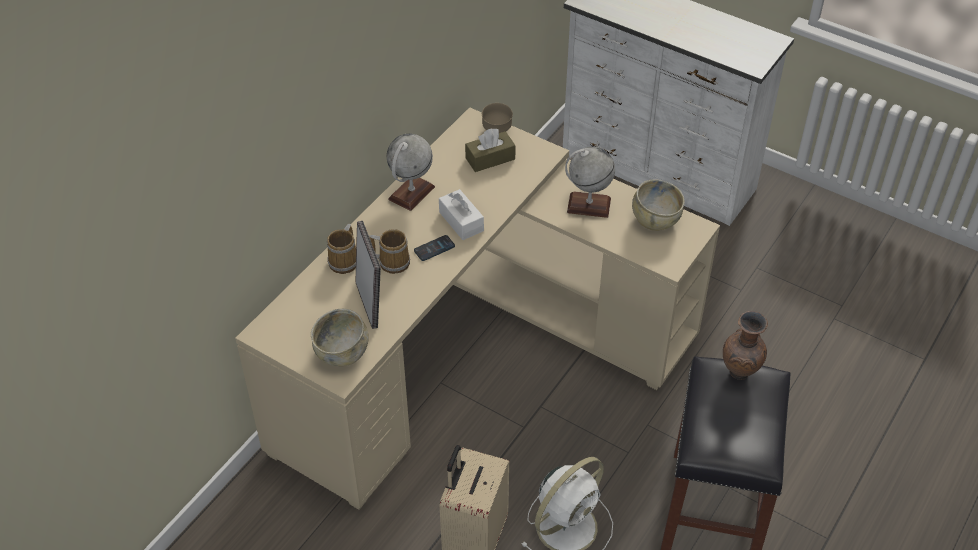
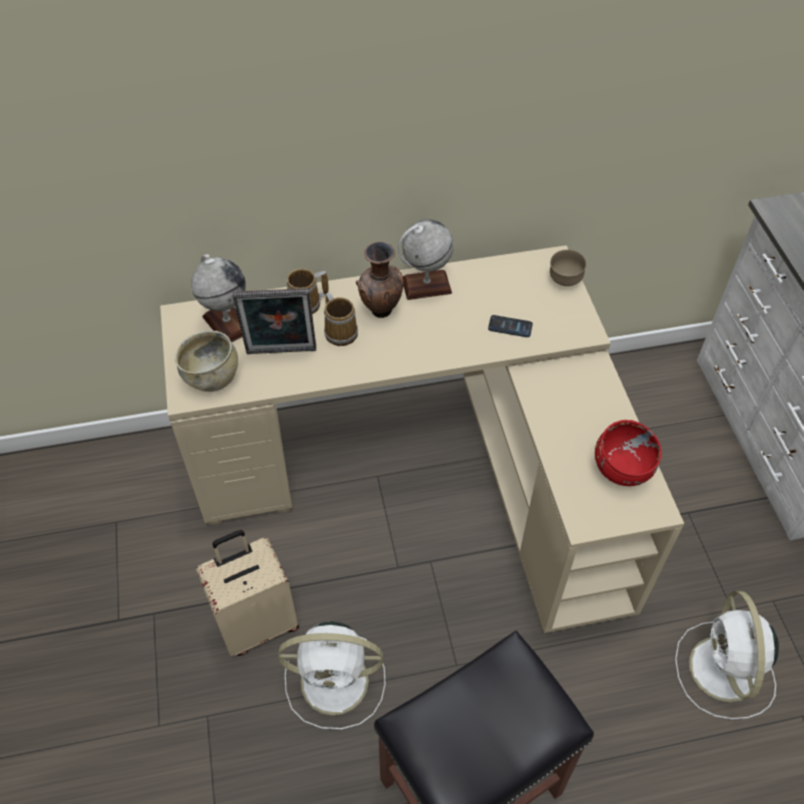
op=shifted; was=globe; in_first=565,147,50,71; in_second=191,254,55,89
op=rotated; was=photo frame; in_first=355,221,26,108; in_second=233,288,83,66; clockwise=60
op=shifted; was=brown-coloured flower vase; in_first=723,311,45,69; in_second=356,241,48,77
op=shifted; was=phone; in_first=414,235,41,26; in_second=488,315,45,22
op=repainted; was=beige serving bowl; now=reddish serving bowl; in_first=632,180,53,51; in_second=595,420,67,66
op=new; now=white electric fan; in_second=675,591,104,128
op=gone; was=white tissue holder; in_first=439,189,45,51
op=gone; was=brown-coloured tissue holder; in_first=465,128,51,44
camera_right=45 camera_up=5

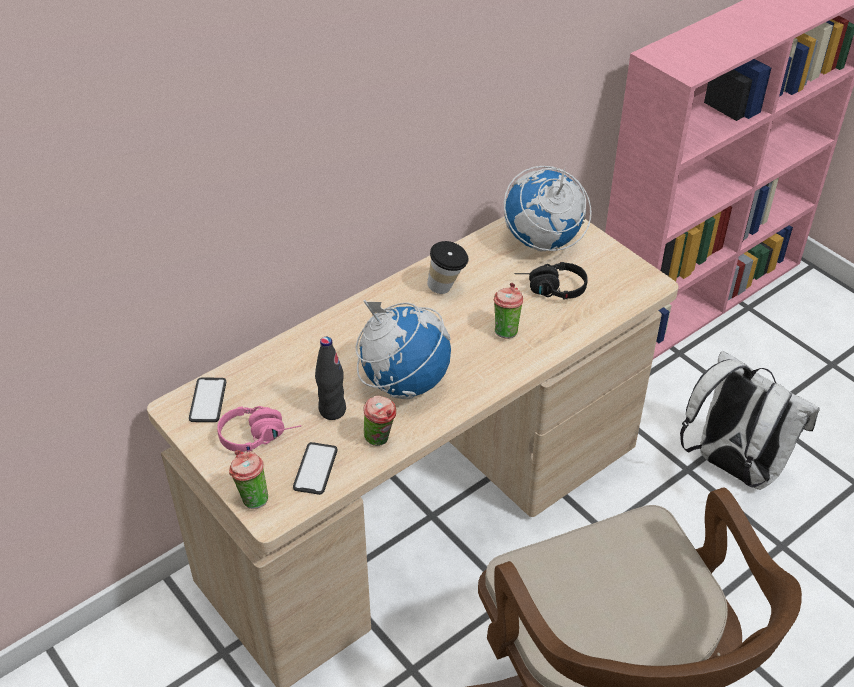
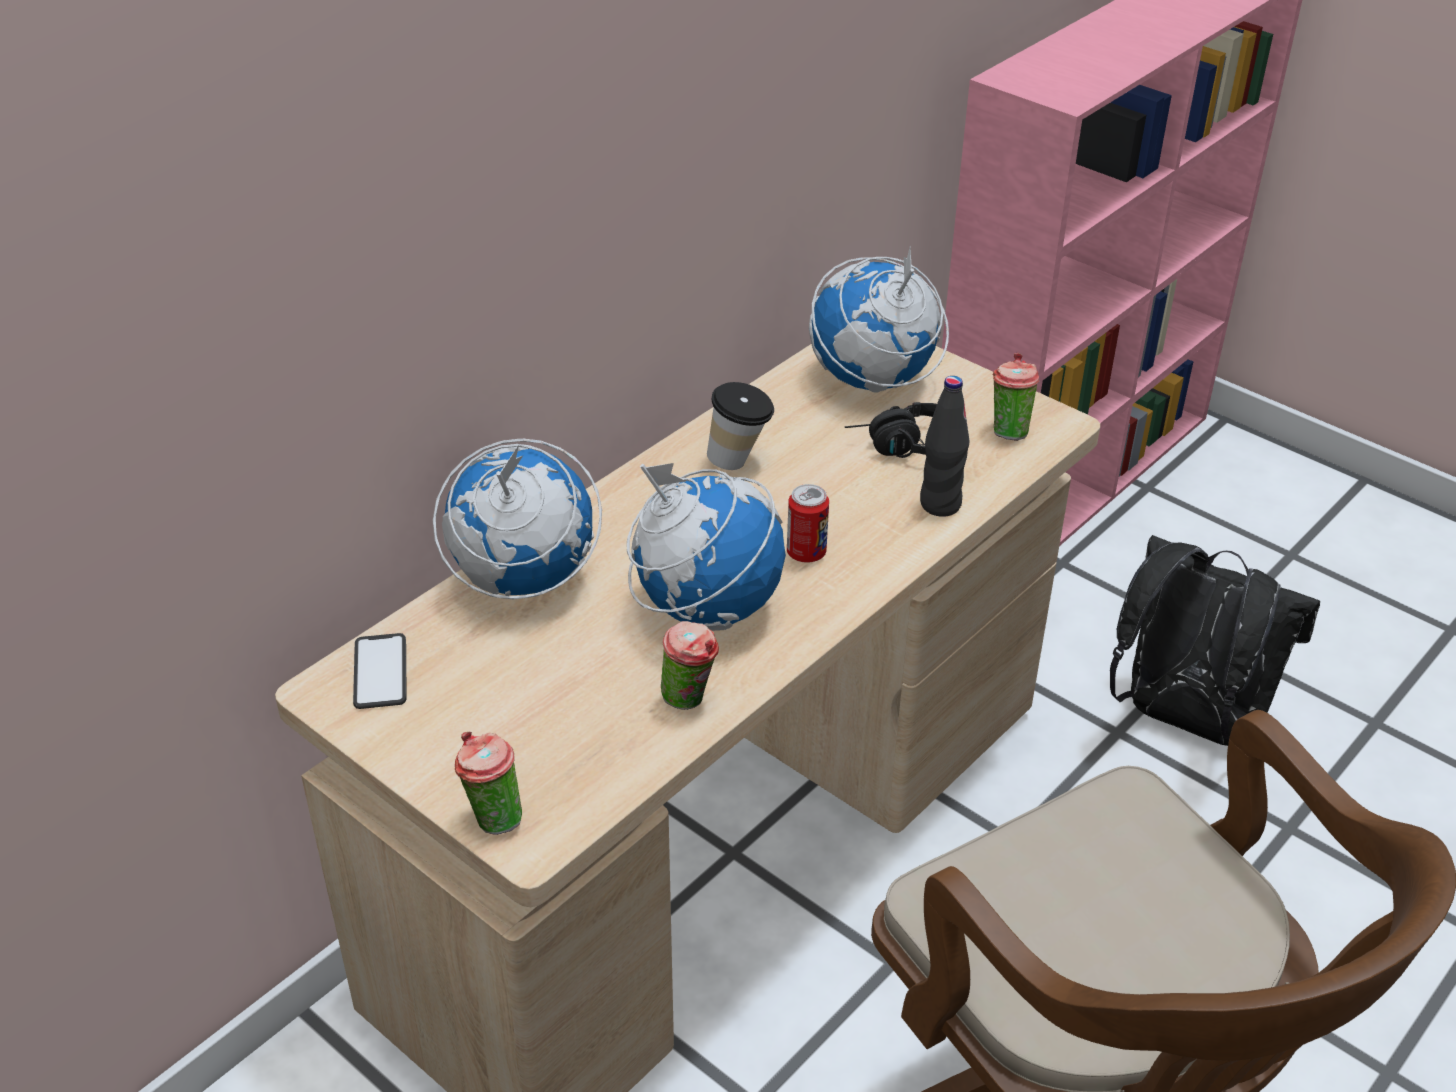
op=new; now=globe; in_second=433,439,169,160
op=new; now=sealed can; in_second=787,484,42,79
op=shifted; was=black drink bottle; in_first=315,337,31,83; in_second=920,376,50,141
op=shifted; was=cup; in_first=493,283,30,56; in_second=993,353,46,88
op=repainted; was=white knapsack; now=black knapsack; in_first=680,351,140,139; in_second=1110,535,210,211
op=gone; was=pink-coloured pair of headphones; in_first=217,406,84,46
op=gone; was=phone; in_first=293,442,44,53
camera_right=-10 camera_up=-5

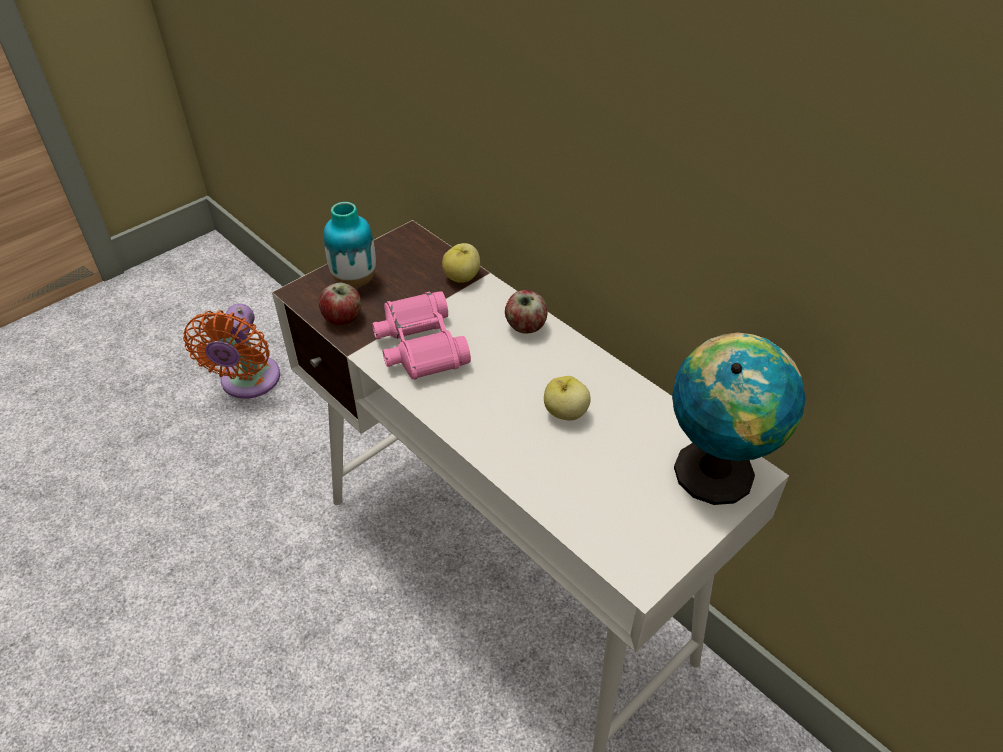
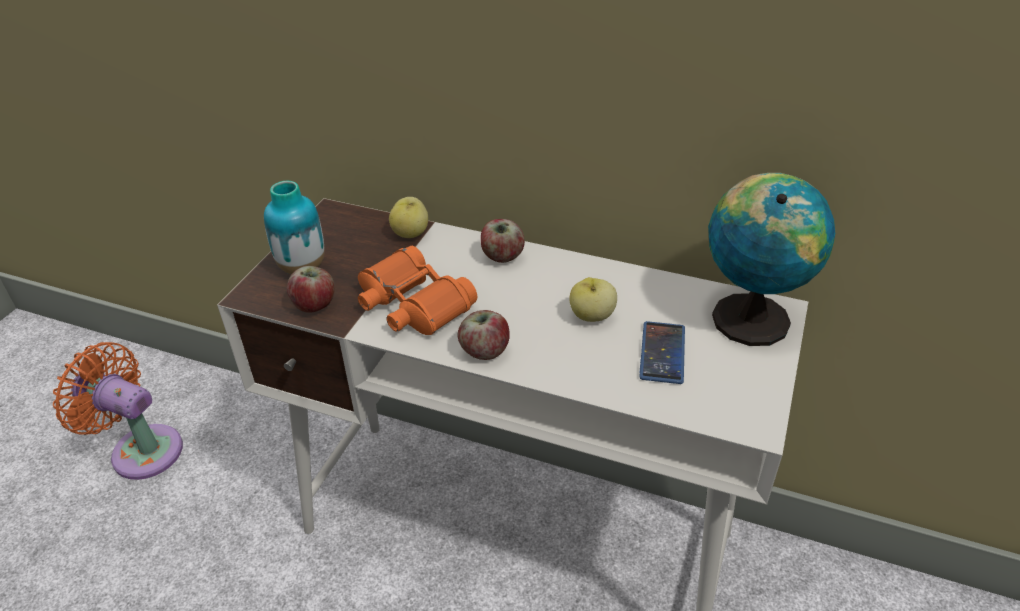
op=rotated; was=orange electric fan; in_first=183,304,97,95; in_second=53,342,130,138; clockwise=135
op=repainted; was=pink-coloured pair of binoculars; now=orange pair of binoculars; in_first=372,291,99,89; in_second=358,246,119,89
op=new; now=whole apple; in_second=458,310,52,50
op=new; now=phone; in_second=639,321,46,63
camera_right=-25 camera_up=-5

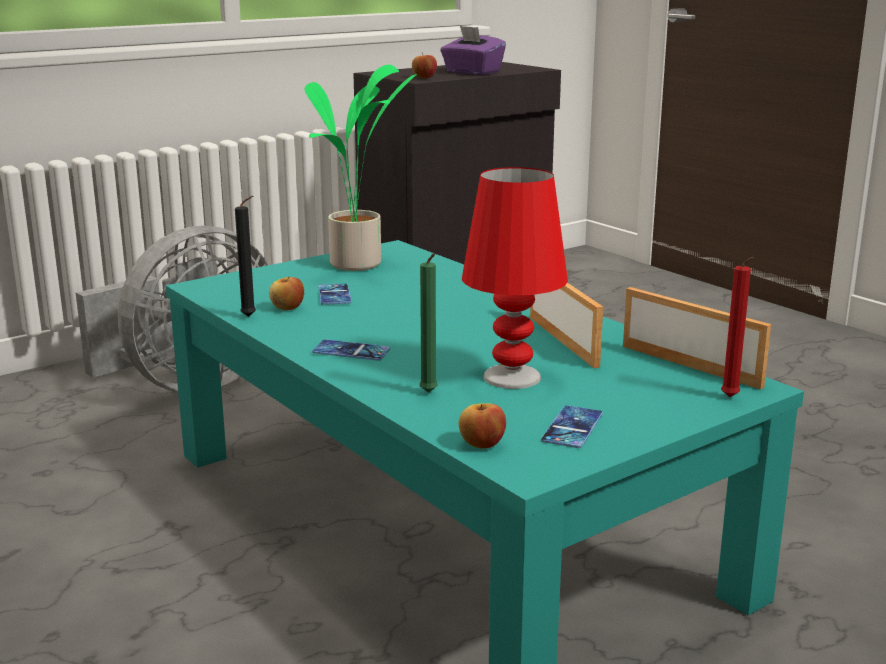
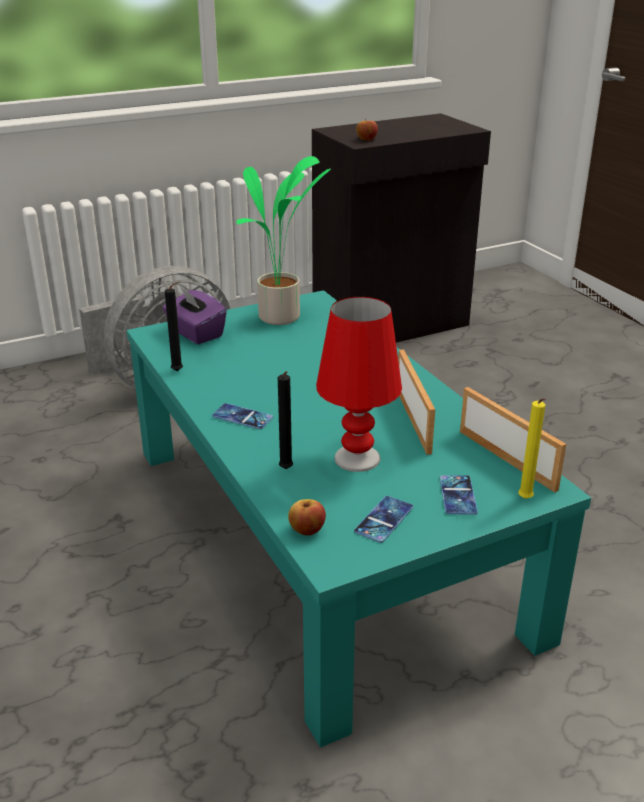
op=shifted; was=purplish tissue holder; in_first=441,26,65,49; in_second=163,287,64,57
op=repainted; was=green-coloured wax light; now=black wax light; in_first=419,253,19,140; in_second=278,371,15,98
op=shifted; was=phone; in_first=318,284,34,21; in_second=440,475,38,40
op=repainted; was=reddish wax light; now=yellowish wax light; in_first=721,257,33,140; in_second=518,398,28,101
op=gone; was=whole apple; in_first=269,276,35,34
camera_right=10 camera_up=10

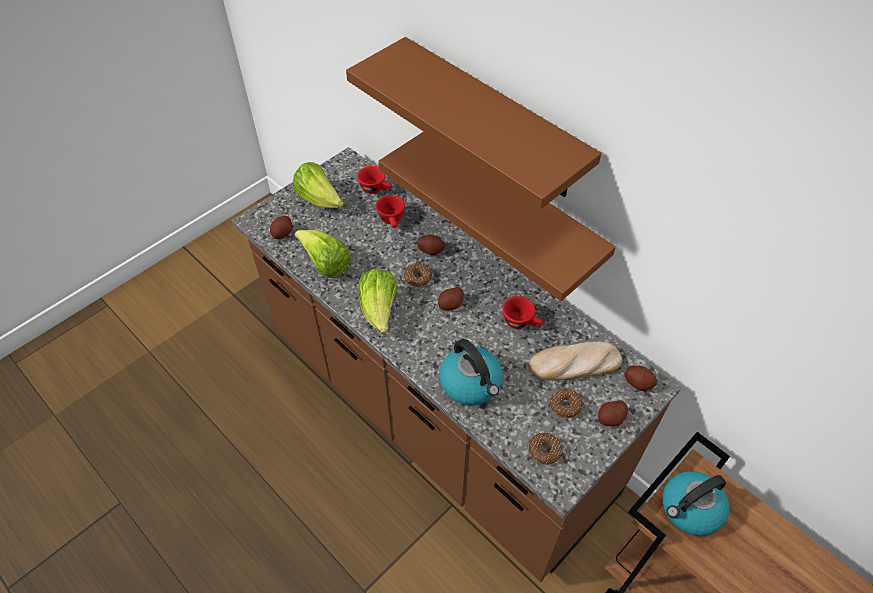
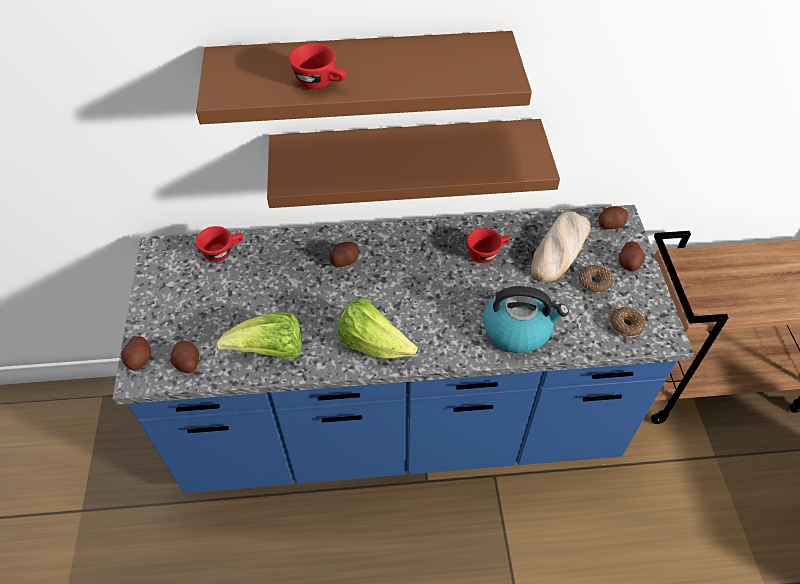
op=repainted; was=brown-coloured kitchen base unit; now=blue kitchen base unit; in_first=232,147,449,435; in_second=112,205,582,289
op=shifted; was=whole potato; in_first=438,287,26,24; in_second=121,336,30,35
op=shifted; was=reddish cup; in_first=376,195,29,33; in_second=289,43,58,46
op=gone; was=head of lettuce; in_first=293,162,51,46
op=gone; was=donut; in_first=404,263,28,24
op=gone; was=kettle; in_first=662,471,67,65
camera_right=-50 camera_up=0

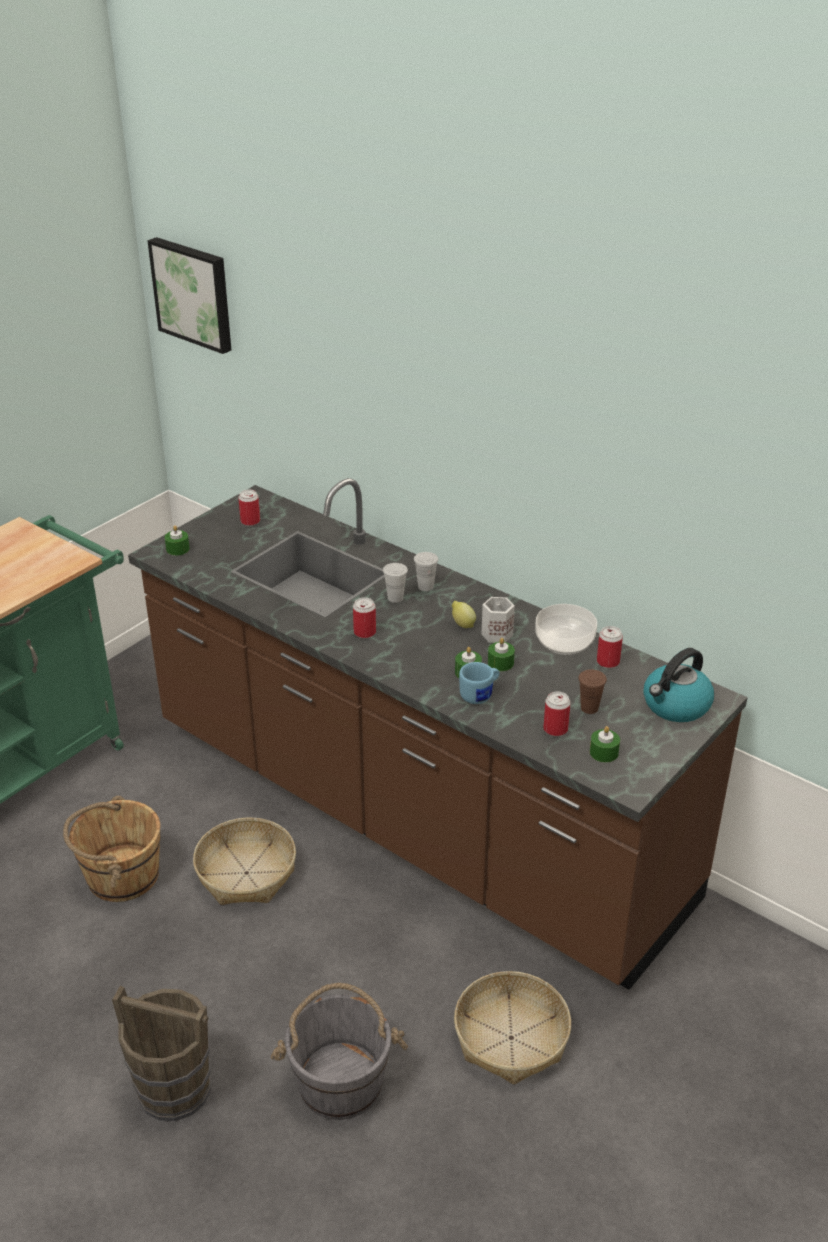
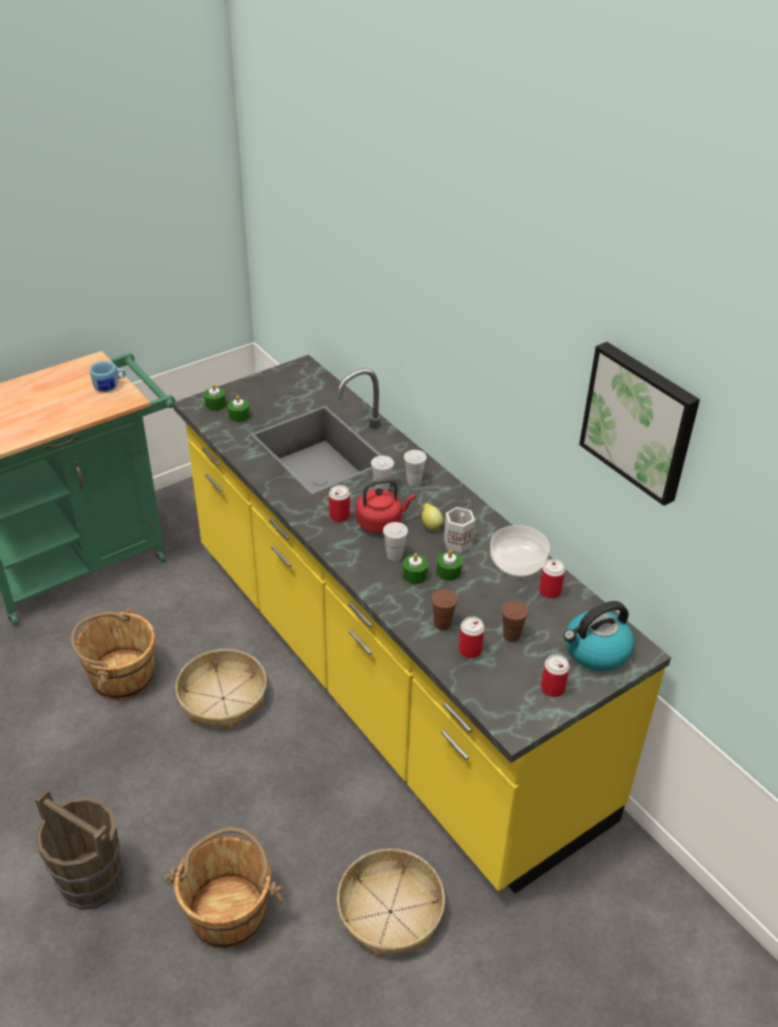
op=shifted; was=blue mug; in_first=459,662,41,42; in_second=90,361,36,31
op=repainted; was=gray pail; now=brown-coloured pail; in_first=271,983,137,137; in_second=164,827,121,122
op=repainted; was=brown-coloured kitchen base unit; now=yellowish kitchen base unit; in_first=128,478,620,512; in_second=173,355,498,539
op=shifted; was=green-coloured wax light; in_first=590,726,30,37; in_second=228,395,22,27
op=new; now=reddish kettle; in_second=356,479,59,55
op=new; now=white cup; in_second=383,522,25,39
op=new; now=brown-coloured cup; in_second=431,589,27,41
op=shifted; was=sealed can; in_first=238,489,22,37; in_second=541,654,29,43
op=shifted; was=wall art; in_first=147,237,84,117; in_second=579,342,121,164
camera_right=15 camera_up=5

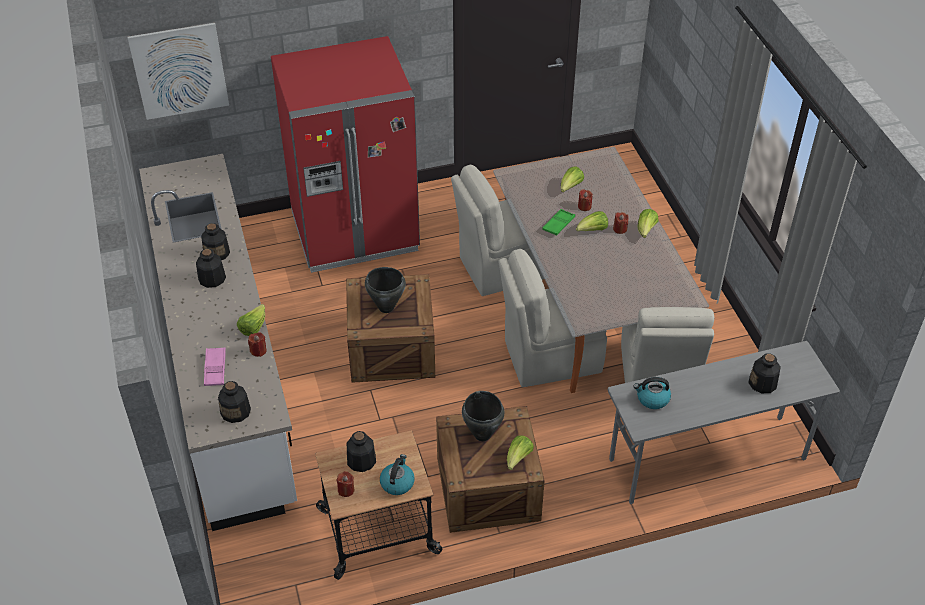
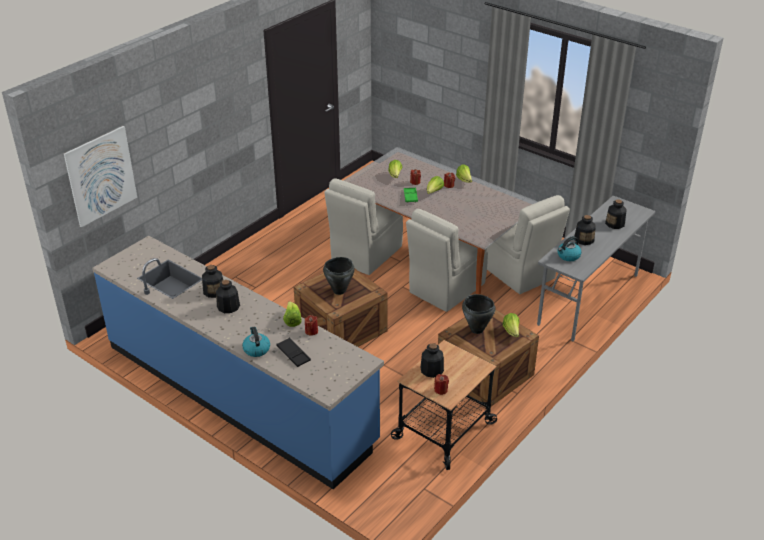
op=repainted; was=white kitchen base unit; now=blue kitchen base unit; in_first=139,154,158,377; in_second=92,236,292,253
op=shifted; was=kettle; in_first=380,454,35,41; in_second=242,327,28,30
op=repainted; was=pink-coloured serving tray; now=black serving tray; in_first=204,347,22,39; in_second=276,338,35,29
op=shifted; was=drink bottle; in_first=218,381,33,42; in_second=574,215,22,30
op=gone; was=reddish refrigerator; in_first=271,36,149,237
camera_right=-35 camera_up=-10

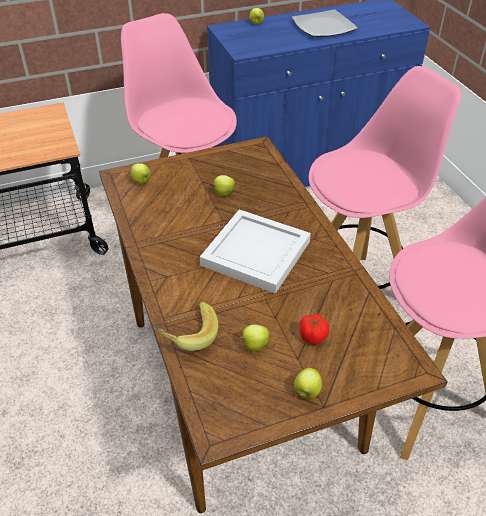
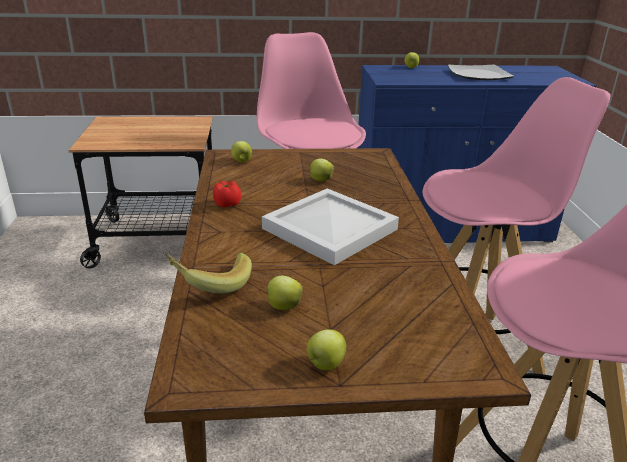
op=shifted; was=tomato; in_first=299,314,30,31; in_second=213,181,28,27
camera_right=15 camera_up=-15

